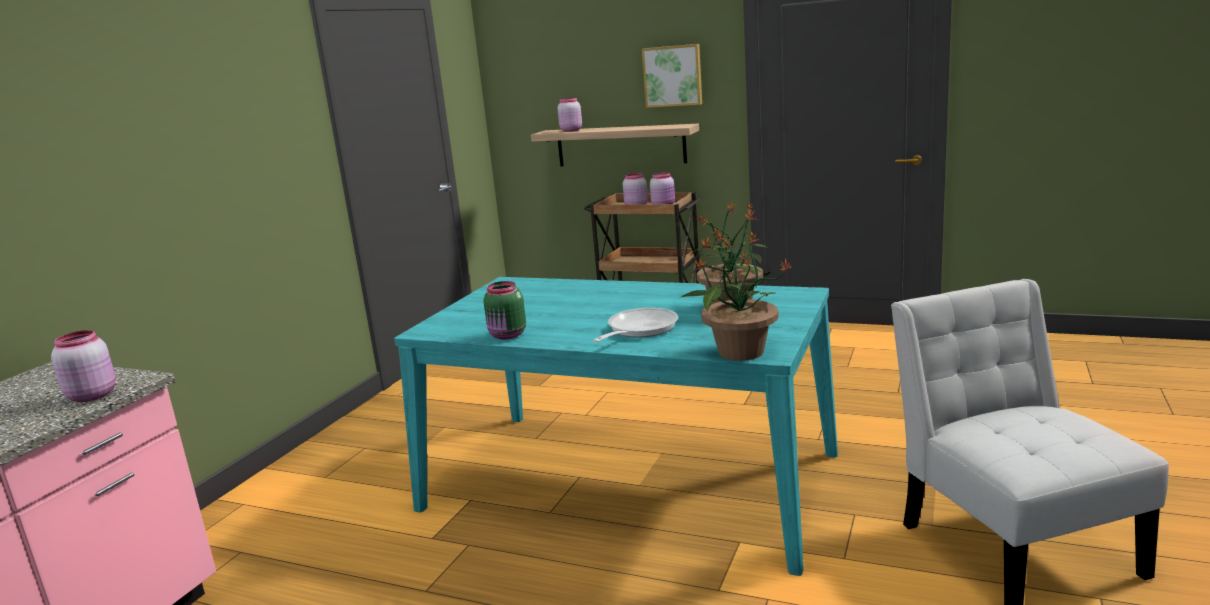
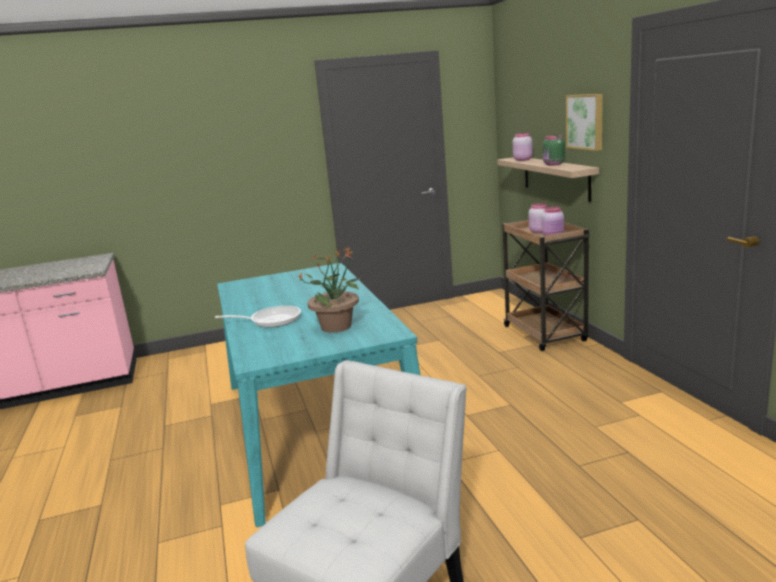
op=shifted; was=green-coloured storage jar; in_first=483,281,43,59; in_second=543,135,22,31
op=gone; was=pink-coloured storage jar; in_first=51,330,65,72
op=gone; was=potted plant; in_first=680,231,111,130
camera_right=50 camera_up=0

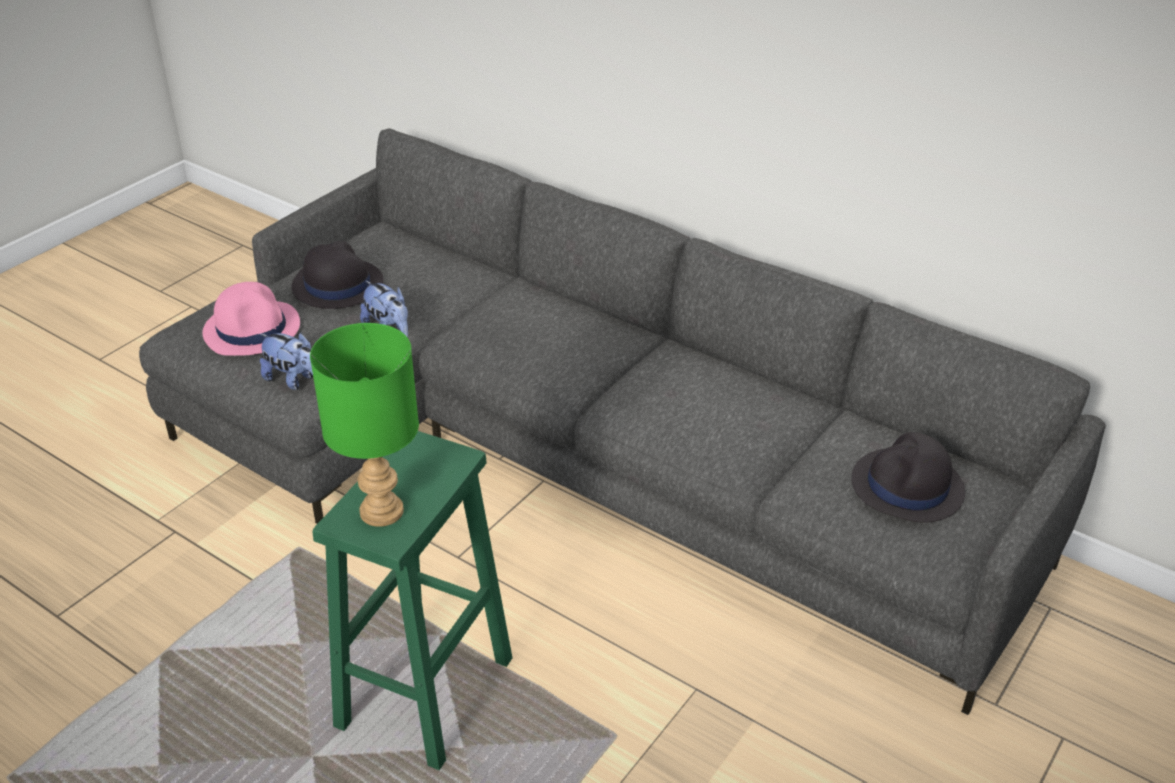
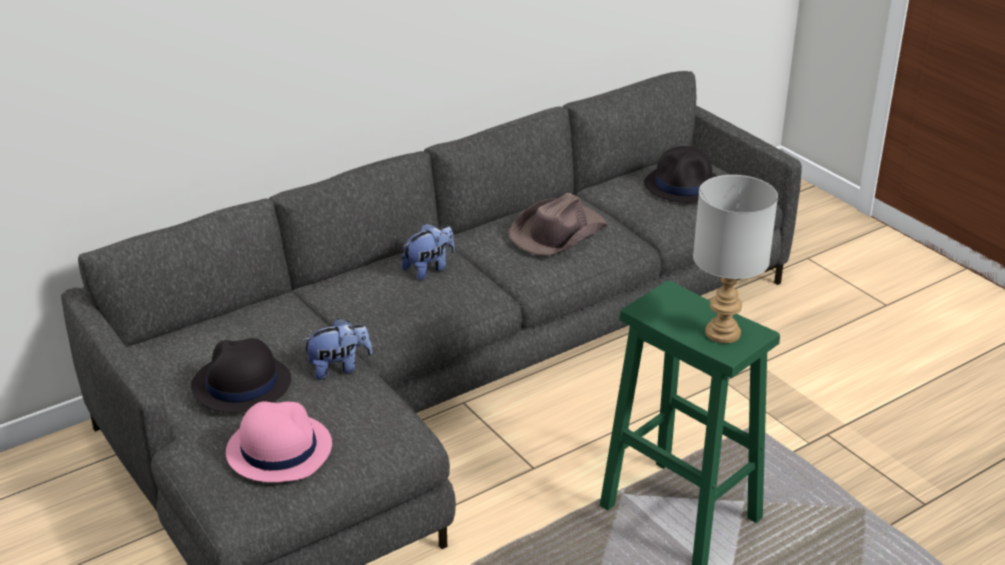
op=shifted; was=plush toy; in_first=260,333,53,57; in_second=402,223,52,57
op=new; now=brown-coloured wearable hat; in_second=509,193,99,62
op=repainted; was=green-coloured lamp for a table; now=gray lamp for a table; in_first=310,323,109,204; in_second=693,175,85,168
camera_right=-70 camera_up=-5

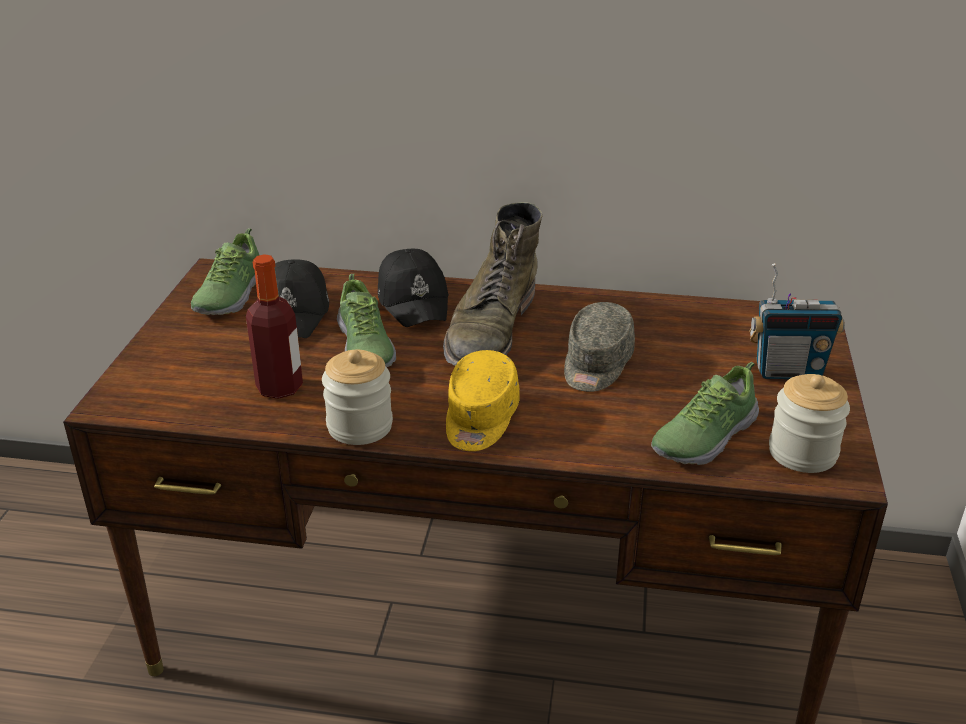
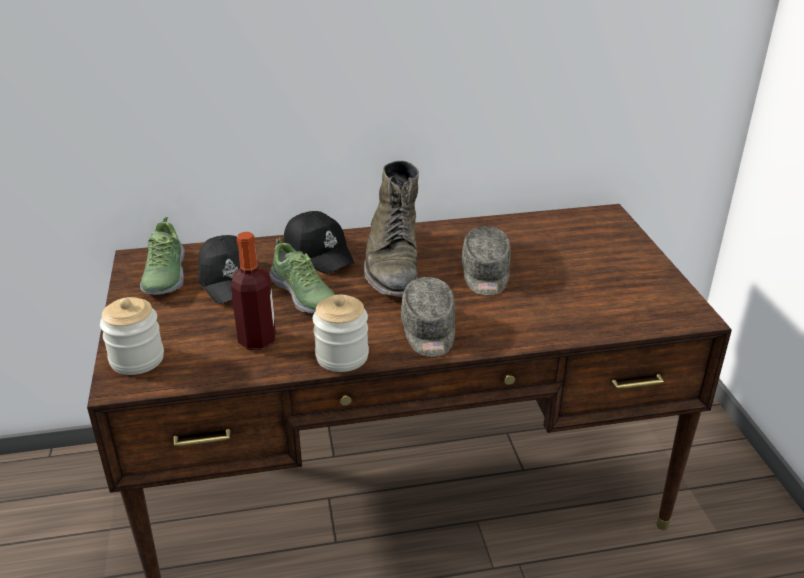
op=shifted; was=storage jar; in_first=769,374,81,99; in_second=100,297,64,78
op=repainted; was=yellowish cap; now=gray cap; in_first=446,350,74,101; in_second=401,277,54,80
op=gone; was=low shoe; in_first=651,362,108,103
op=gone; was=radio receiver; in_first=749,263,96,116
camera_right=-20 camera_up=0

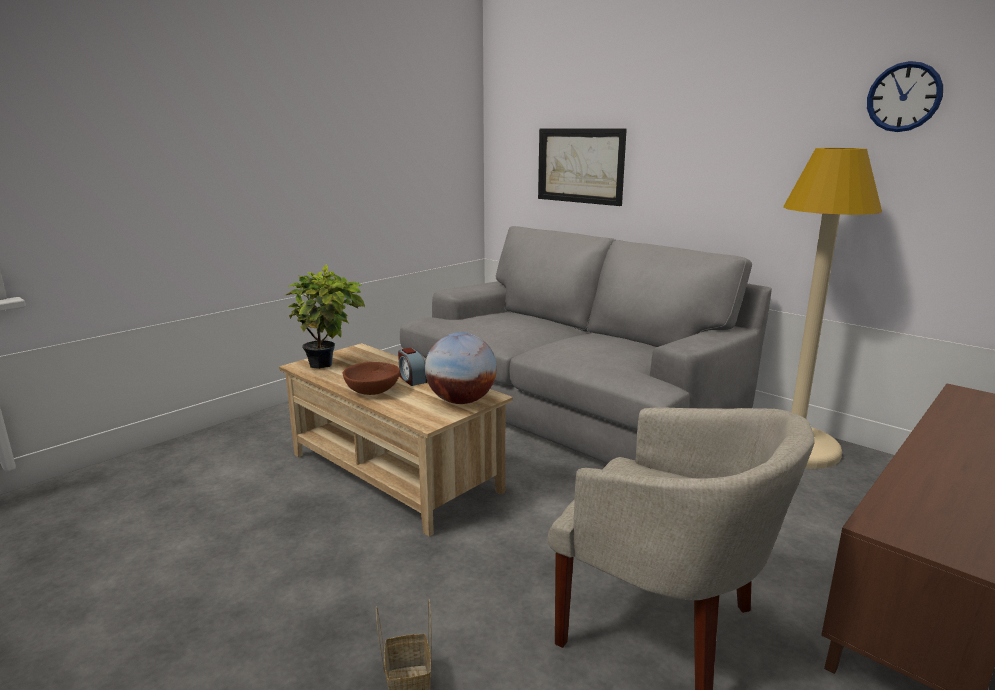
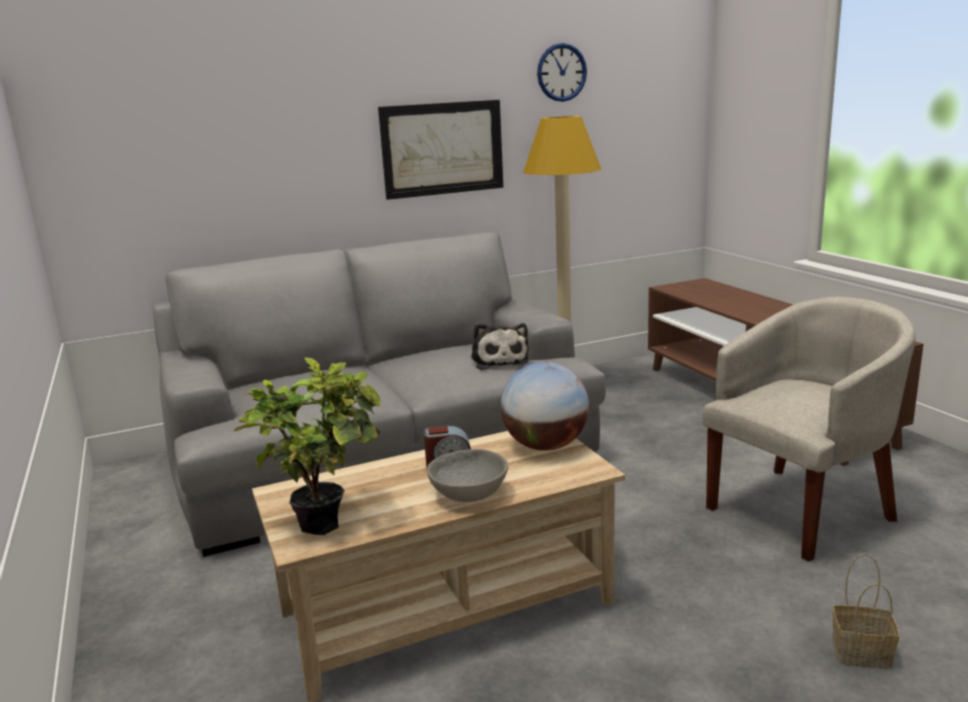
op=shifted; was=wall art; in_first=538,129,89,77; in_second=378,100,125,100
op=repainted; was=brown-coloured serving bowl; now=gray serving bowl; in_first=342,362,58,33; in_second=427,449,81,53
op=new; now=plush toy; in_second=471,323,58,47
camera_right=-65 camera_up=0

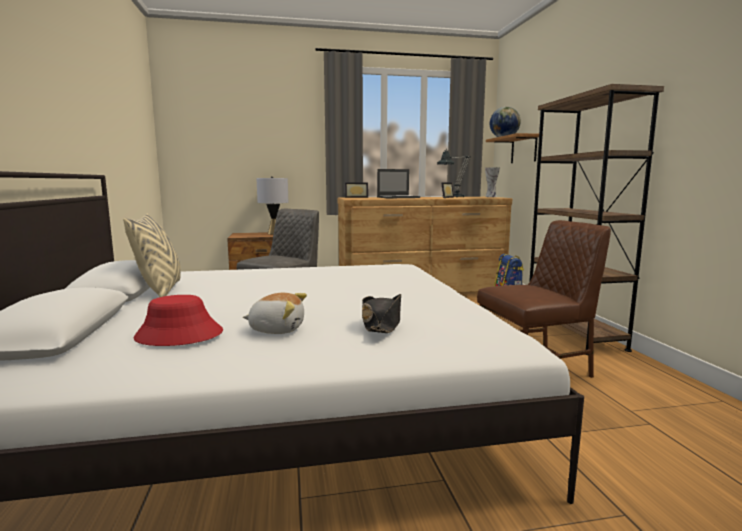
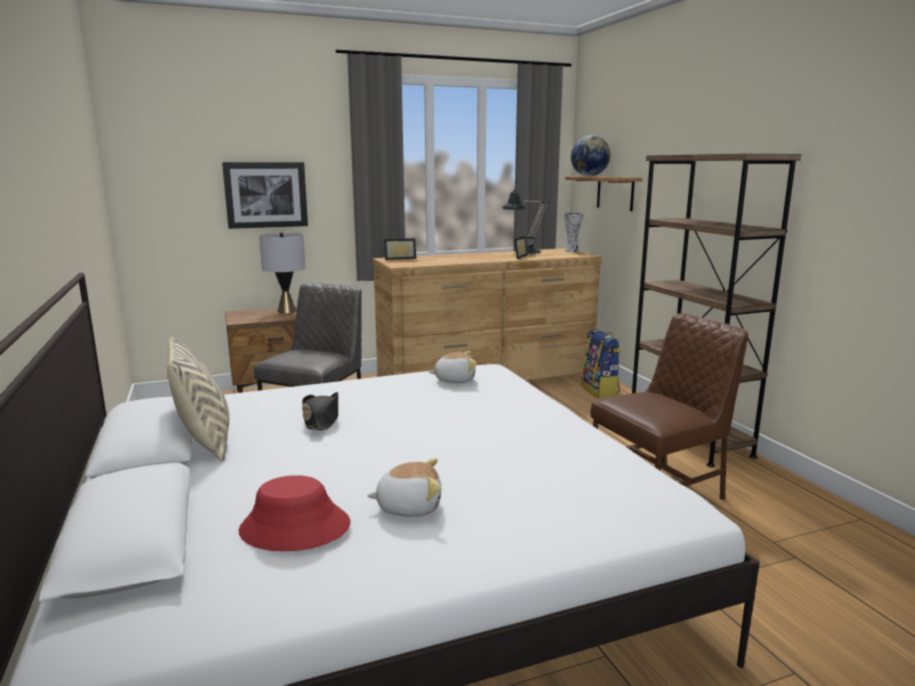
op=new; now=wall art; in_second=222,162,86,67
op=shifted; was=black wearable hat; in_first=362,294,39,39; in_second=302,392,36,38
op=new; now=plush toy; in_second=429,351,48,32
op=gone; was=portable computer; in_first=377,169,43,29
camera_right=-10 camera_up=5

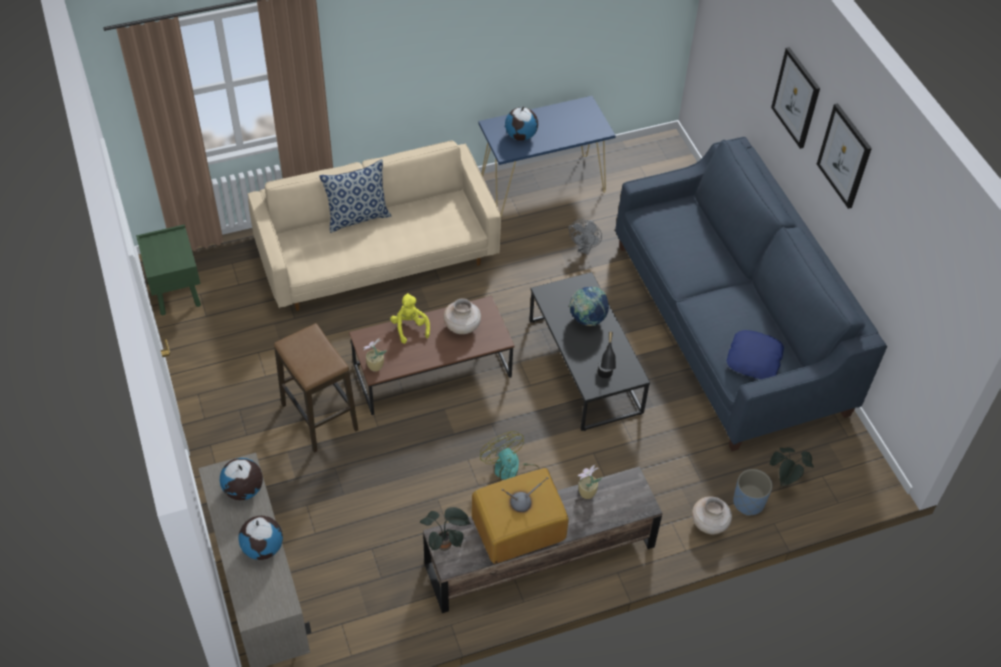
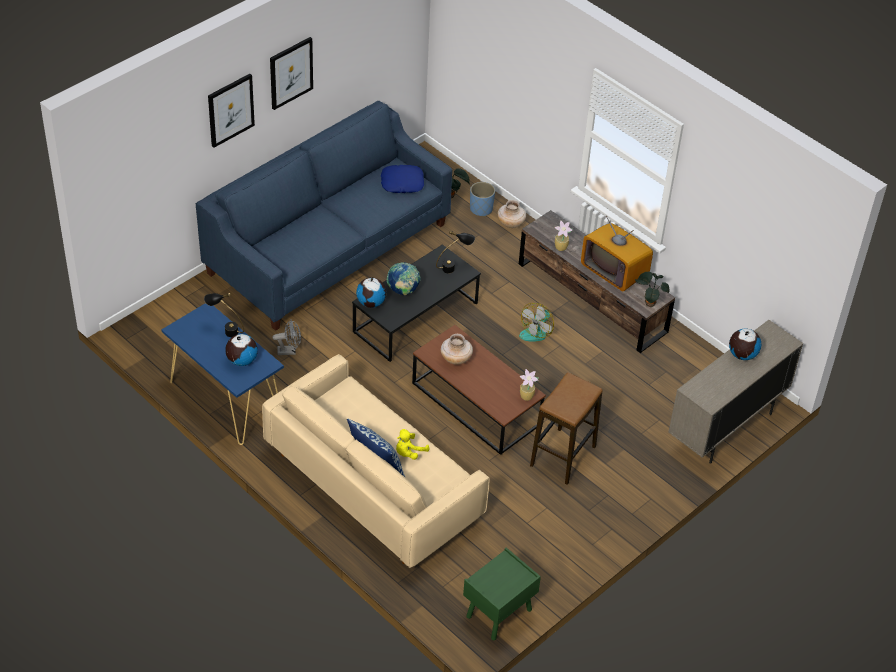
op=new; now=black lamp for a table; in_second=204,293,40,44
op=shifted; was=globe; in_first=220,458,43,42; in_second=356,278,31,30
op=shifted; was=yellowish plush toy; in_first=390,293,40,51; in_second=396,429,33,31
camera_right=-115 camera_up=-5

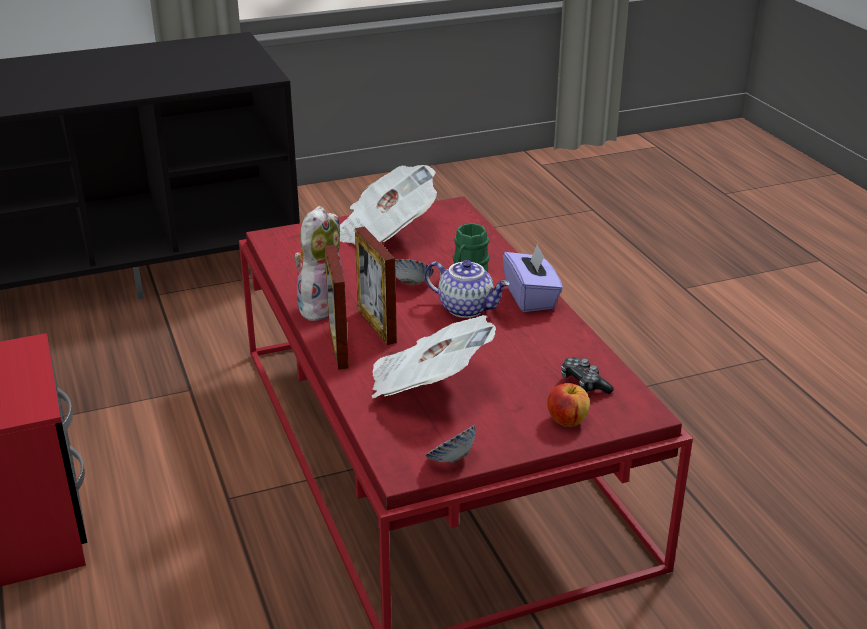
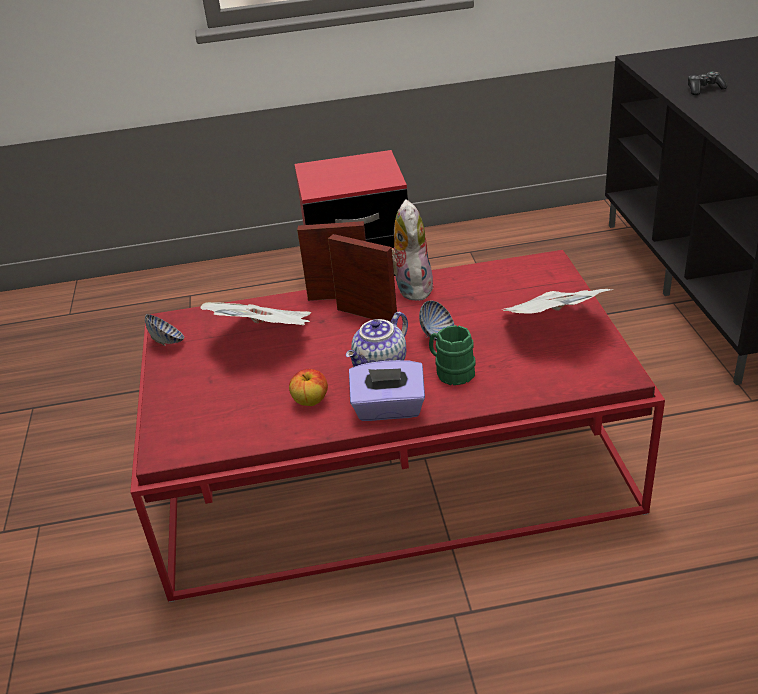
op=shifted; was=whole apple; in_first=547,383,43,44; in_second=289,369,39,37
op=rotated; was=photo frame; in_first=355,227,42,118; in_second=328,234,69,88; clockwise=45
op=rotated; was=plush toy; in_first=294,206,49,115; in_second=392,199,41,102; clockwise=-135
op=shifted; was=gamepad; in_first=561,357,53,37; in_second=688,71,40,24
camera_right=105 camera_up=5

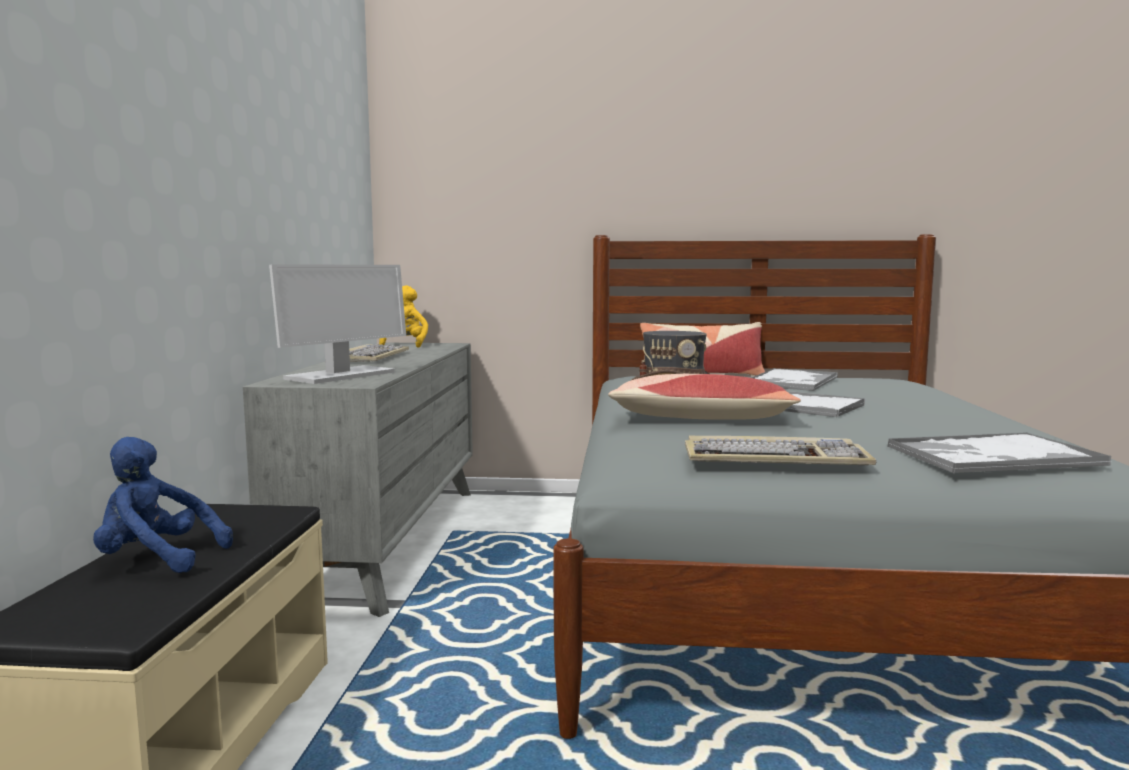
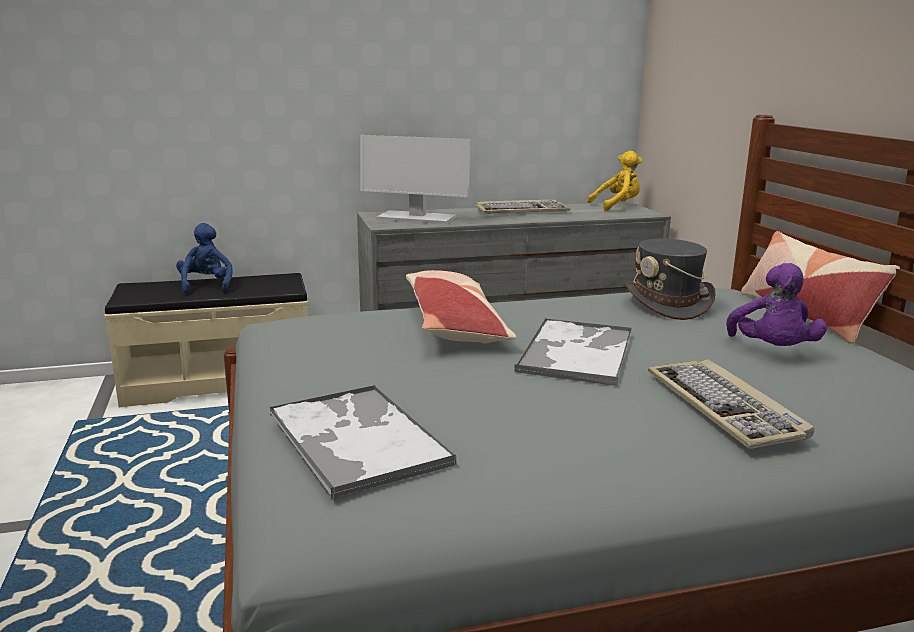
op=shifted; was=keyboard; in_first=685,436,191,29; in_second=648,359,166,90
op=swapped; was=serving tray; now=purplish plush toy; in_first=752,368,86,23; in_second=726,263,101,83
camera_right=70 camera_up=10

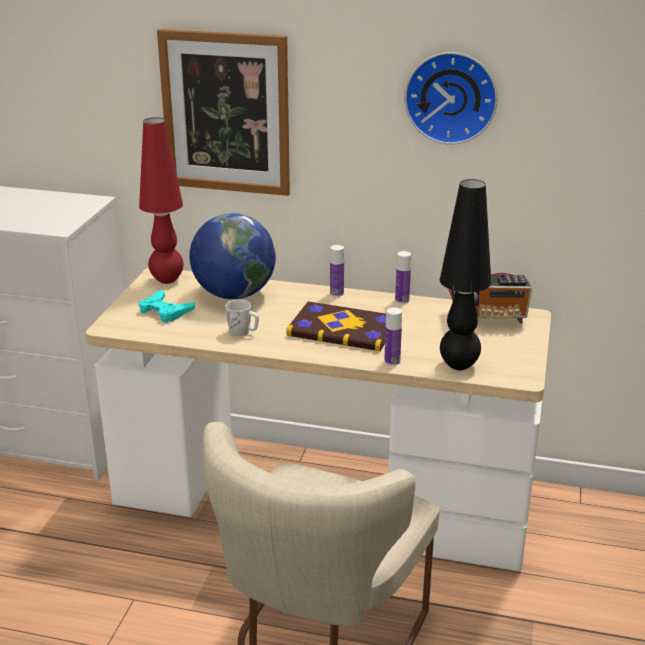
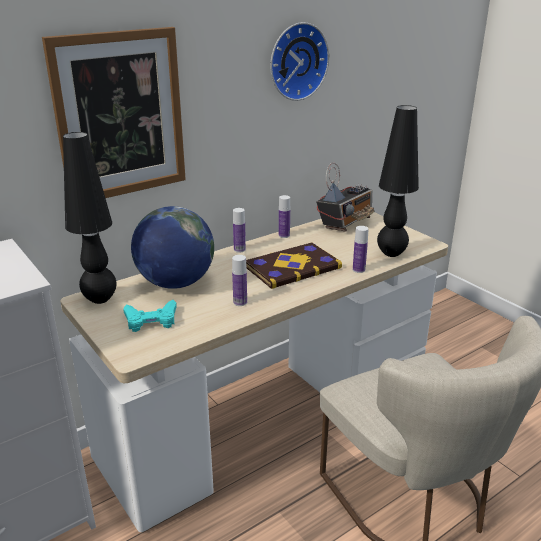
op=repainted; was=reddish lamp for a table; now=black lamp for a table; in_first=139,117,45,167; in_second=63,132,54,172
op=swapped; was=white mug; now=drink bottle; in_first=225,299,34,37; in_second=232,255,15,51
camera_right=-50 camera_up=0

